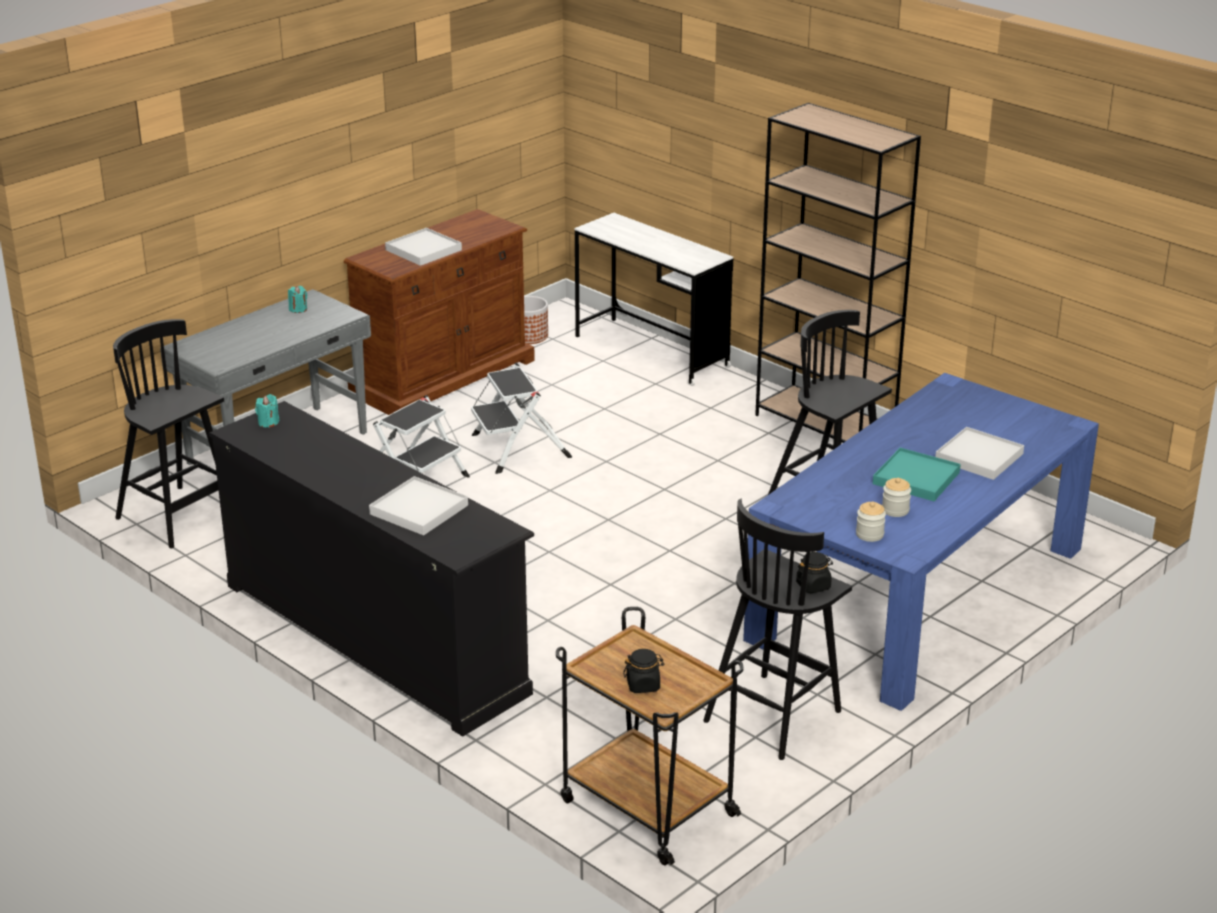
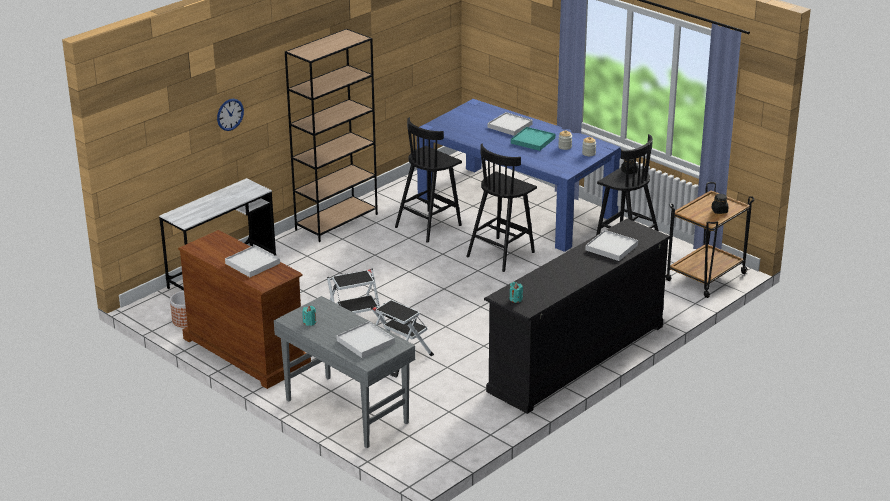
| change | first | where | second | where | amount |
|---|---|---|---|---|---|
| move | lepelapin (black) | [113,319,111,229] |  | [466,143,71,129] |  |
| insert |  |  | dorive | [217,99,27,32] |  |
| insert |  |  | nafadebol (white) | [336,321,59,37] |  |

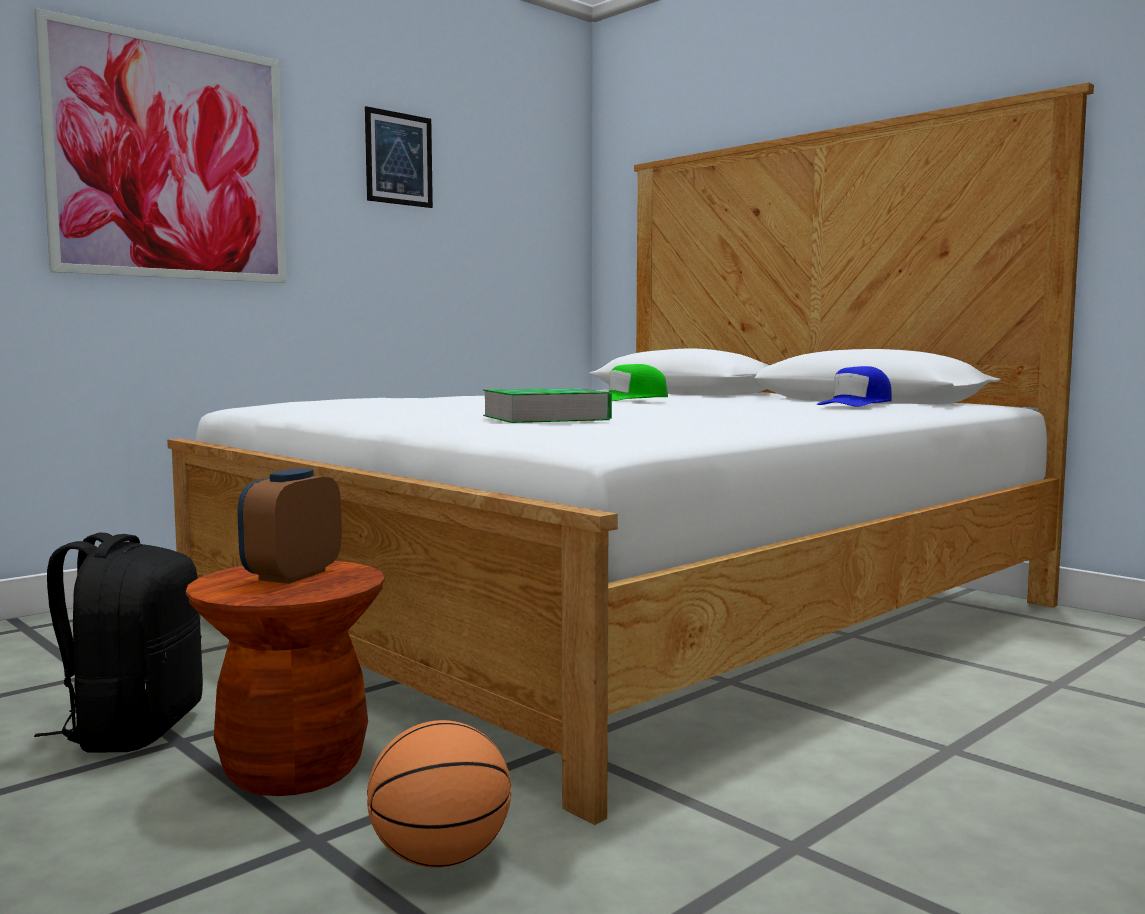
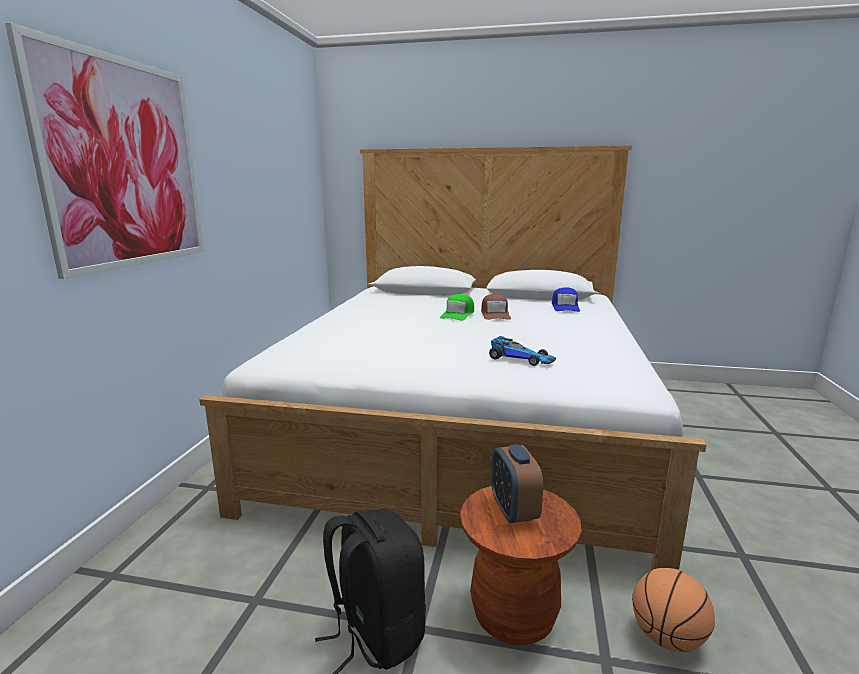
| change | first | where | second | where | amount |
|---|---|---|---|---|---|
| delete | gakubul | [365,106,68,102] |  |  |  |
| replace | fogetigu | [483,388,129,35] | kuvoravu | [489,336,67,30] |  |
| insert |  |  | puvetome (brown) | [481,294,30,26] |  |

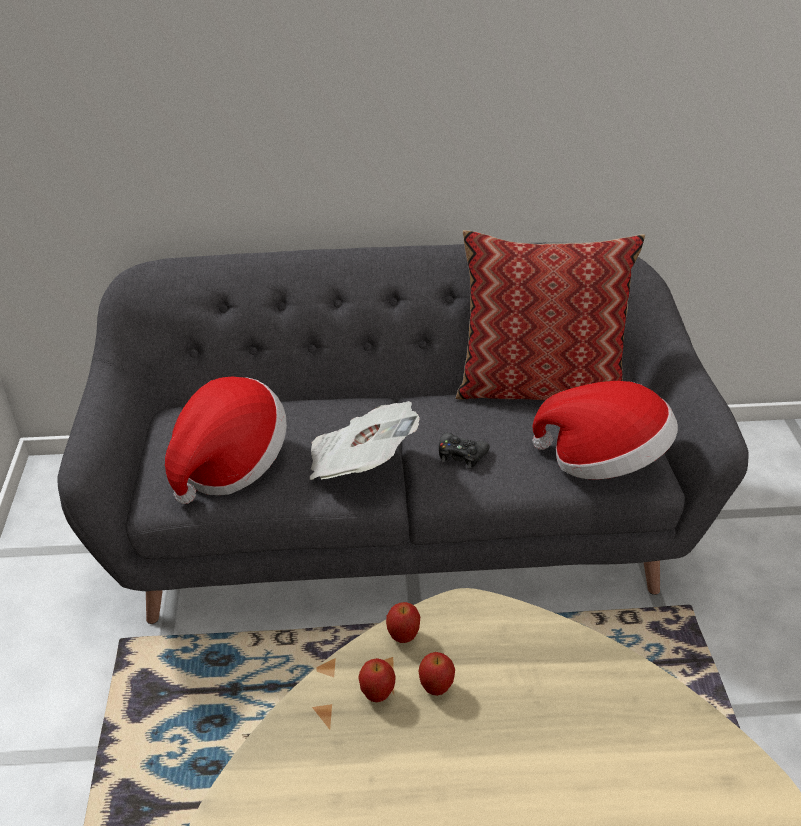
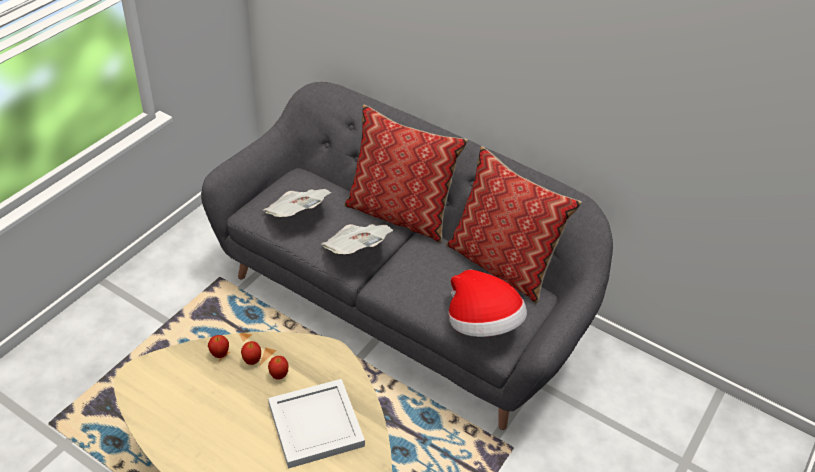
| change | first | where | second | where | amount |
|---|---|---|---|---|---|
| replace | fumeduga | [165,377,122,127] | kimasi | [263,189,68,28] |  |
| delete | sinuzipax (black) | [439,433,51,36] |  |  |  |
| move | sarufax | [386,602,34,41] |  | [208,335,21,23] |  |
| insert |  |  | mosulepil | [344,105,124,138] |  |
| insert |  |  | nafadebol (white) | [268,379,97,90] |  |

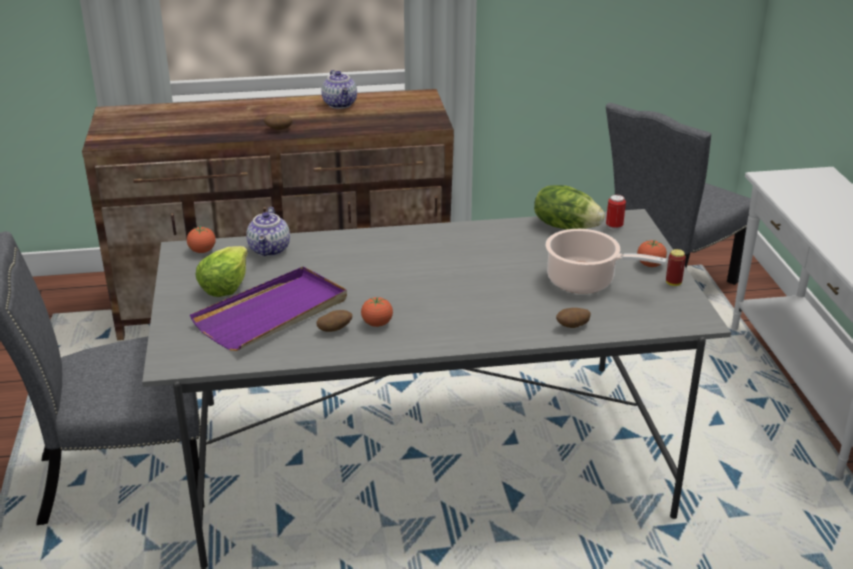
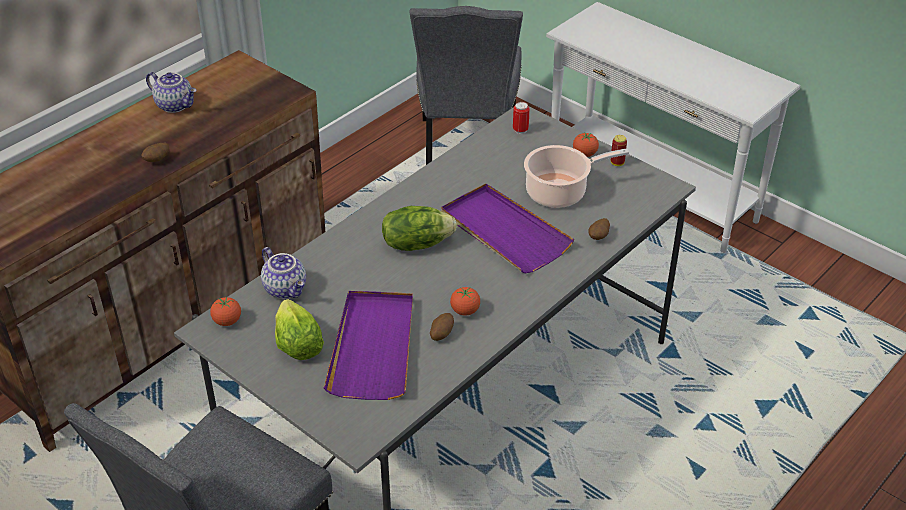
| change | first | where | second | where | amount |
|---|---|---|---|---|---|
| move | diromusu | [534,185,71,45] |  | [382,206,75,45] |  |
| insert |  |  | nafadebol (purple) | [441,183,133,90] |  |

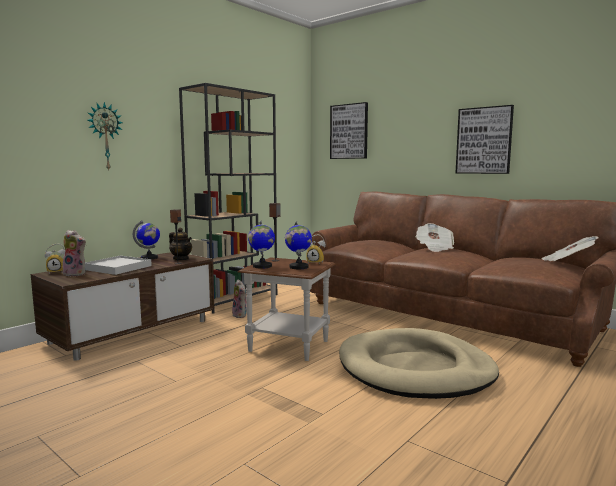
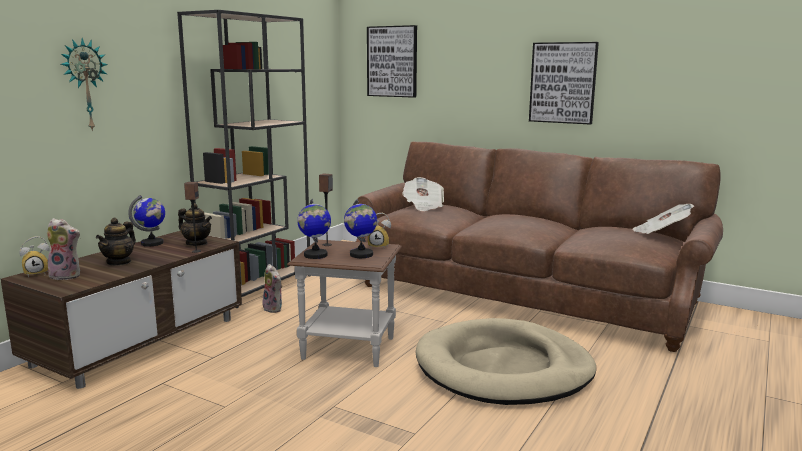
| change | first | where | second | where | amount |
|---|---|---|---|---|---|
| move | kimasi | [415,223,39,29] |  | [402,177,42,34] |  |
| replace | nafadebol (white) | [85,256,67,19] | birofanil | [96,217,40,49] |  |

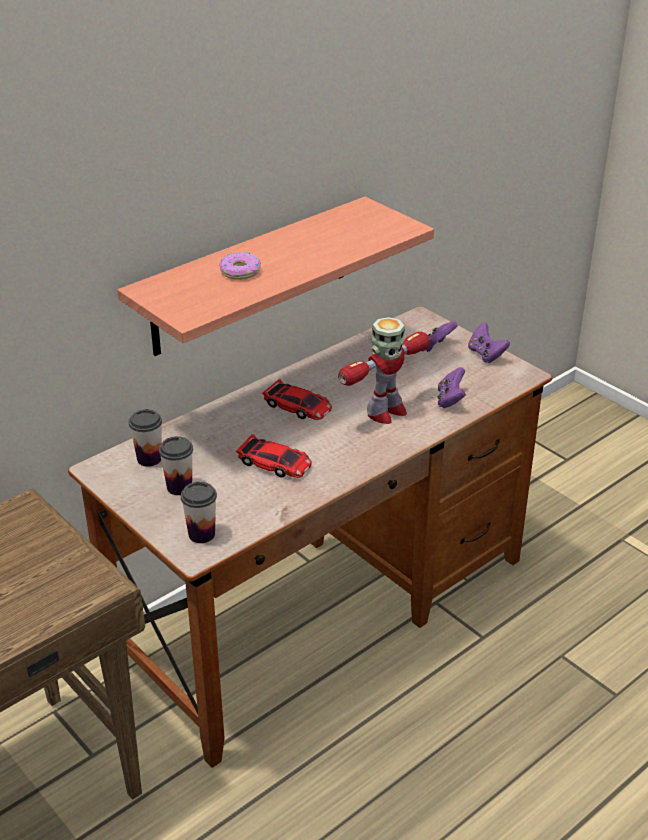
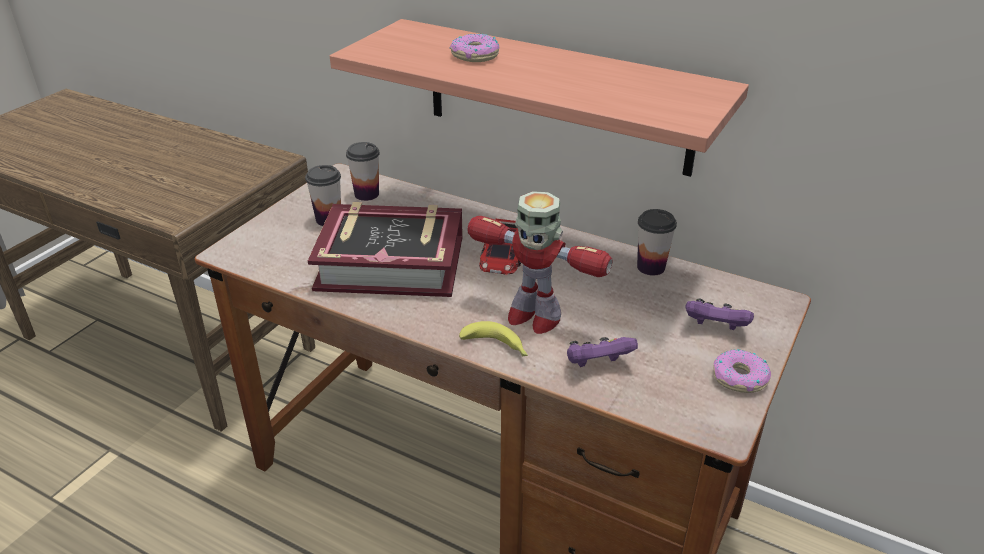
| change | first | where | second | where | amount |
|---|---|---|---|---|---|
| replace | sinuzipax (purple) | [468,322,42,41] | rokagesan | [713,349,58,44] |  |
| replace | kuvoravu | [236,434,76,44] | fogetigu | [308,202,155,95] |  |
| move | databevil | [181,482,36,61] |  | [637,209,40,67] |  |
| insert |  |  | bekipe | [459,321,69,36] |  |

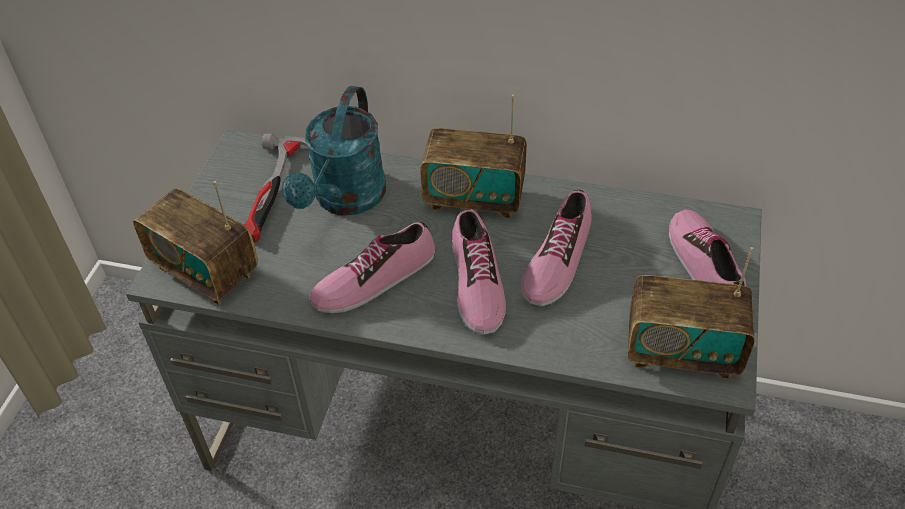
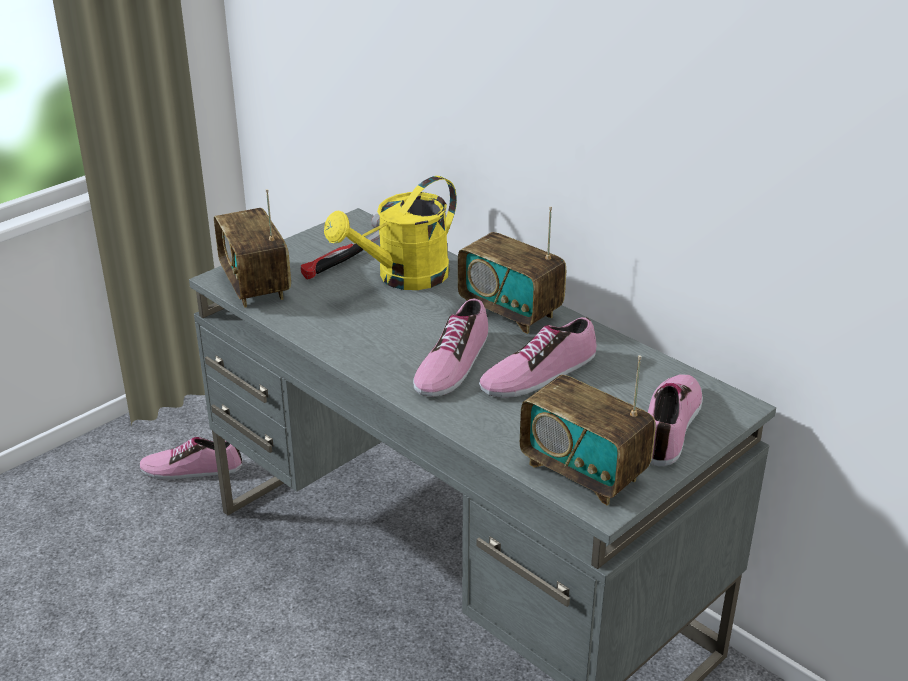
| change | first | where | second | where | amount |
|---|---|---|---|---|---|
| recolor | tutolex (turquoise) | [282,86,104,130] | tutolex (yellow) | [324,176,133,114] |  |
| move | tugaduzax | [310,222,125,92] |  | [140,437,102,42] |  |

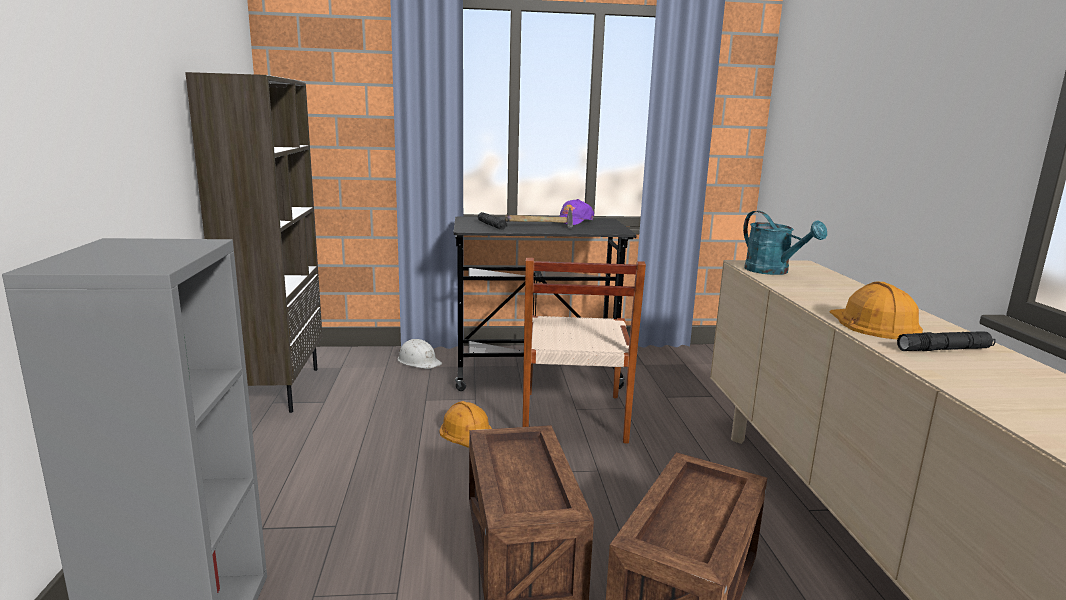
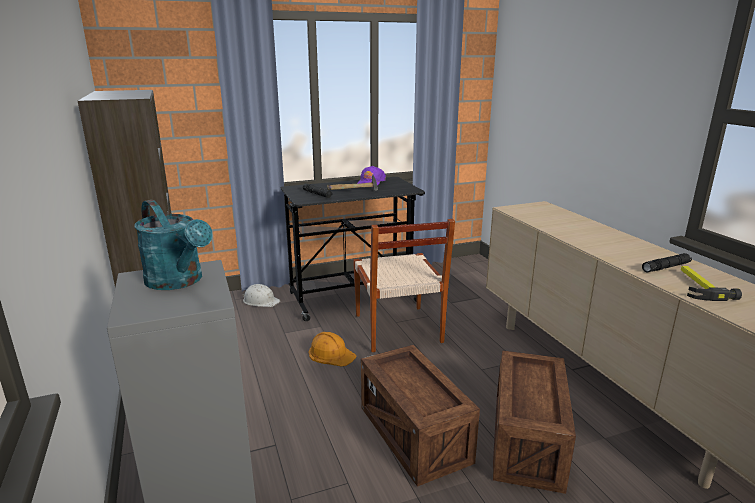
| change | first | where | second | where | amount |
|---|---|---|---|---|---|
| move | tutolex (turquoise) | [743,211,84,64] |  | [134,200,79,90] |  |
| delete | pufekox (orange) | [830,282,93,57] |  |  |  |
| insert |  |  | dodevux | [681,266,61,35] |  |

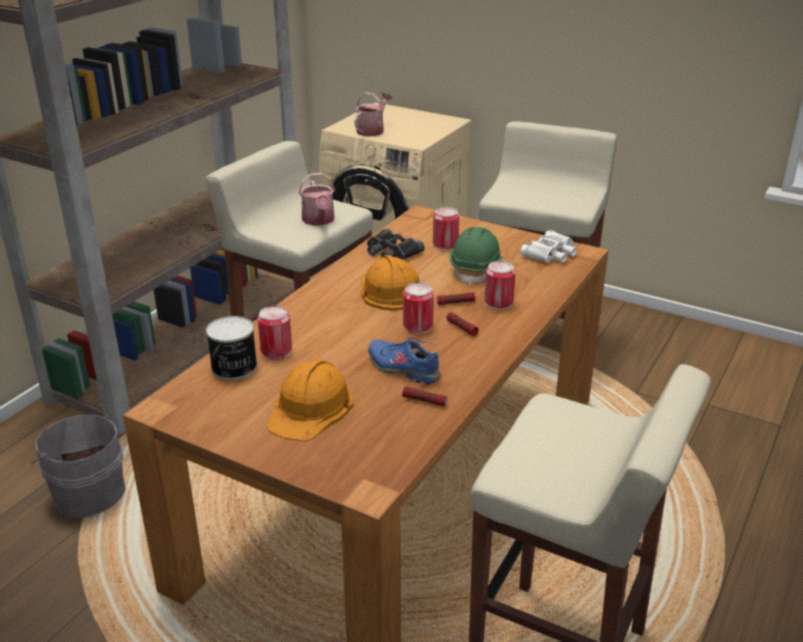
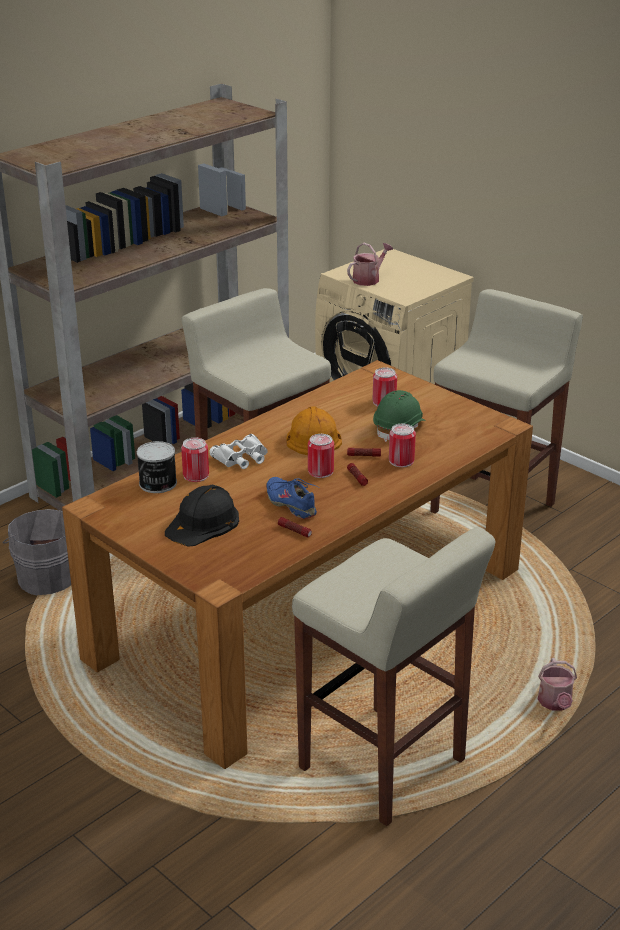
| change | first | where | second | where | amount |
|---|---|---|---|---|---|
| move | tutolex | [298,173,37,53] |  | [538,658,39,52] |  |
| delete | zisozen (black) | [367,228,58,32] |  |  |  |
| move | zisozen (white) | [520,229,57,34] |  | [209,434,59,35] |  |
| recolor | pufekox (orange) | [267,359,86,83] | pufekox (black) | [165,485,74,62] |  |

